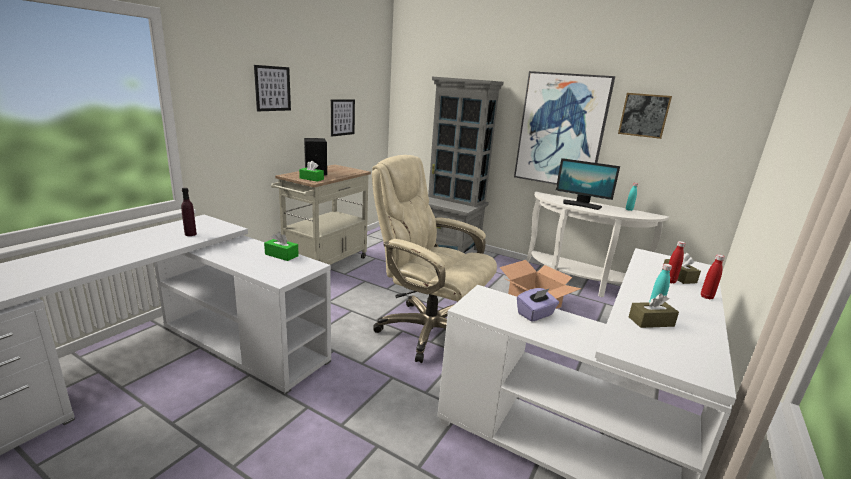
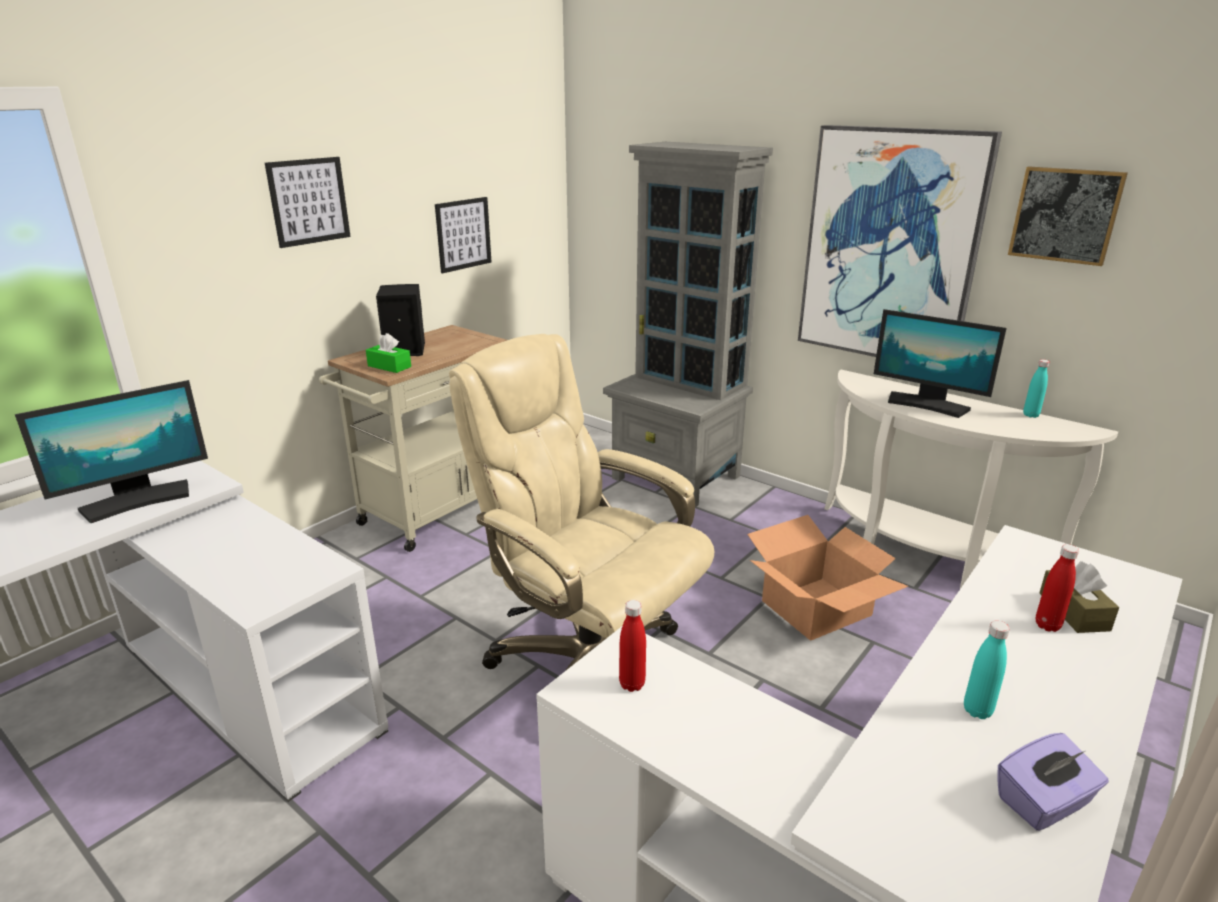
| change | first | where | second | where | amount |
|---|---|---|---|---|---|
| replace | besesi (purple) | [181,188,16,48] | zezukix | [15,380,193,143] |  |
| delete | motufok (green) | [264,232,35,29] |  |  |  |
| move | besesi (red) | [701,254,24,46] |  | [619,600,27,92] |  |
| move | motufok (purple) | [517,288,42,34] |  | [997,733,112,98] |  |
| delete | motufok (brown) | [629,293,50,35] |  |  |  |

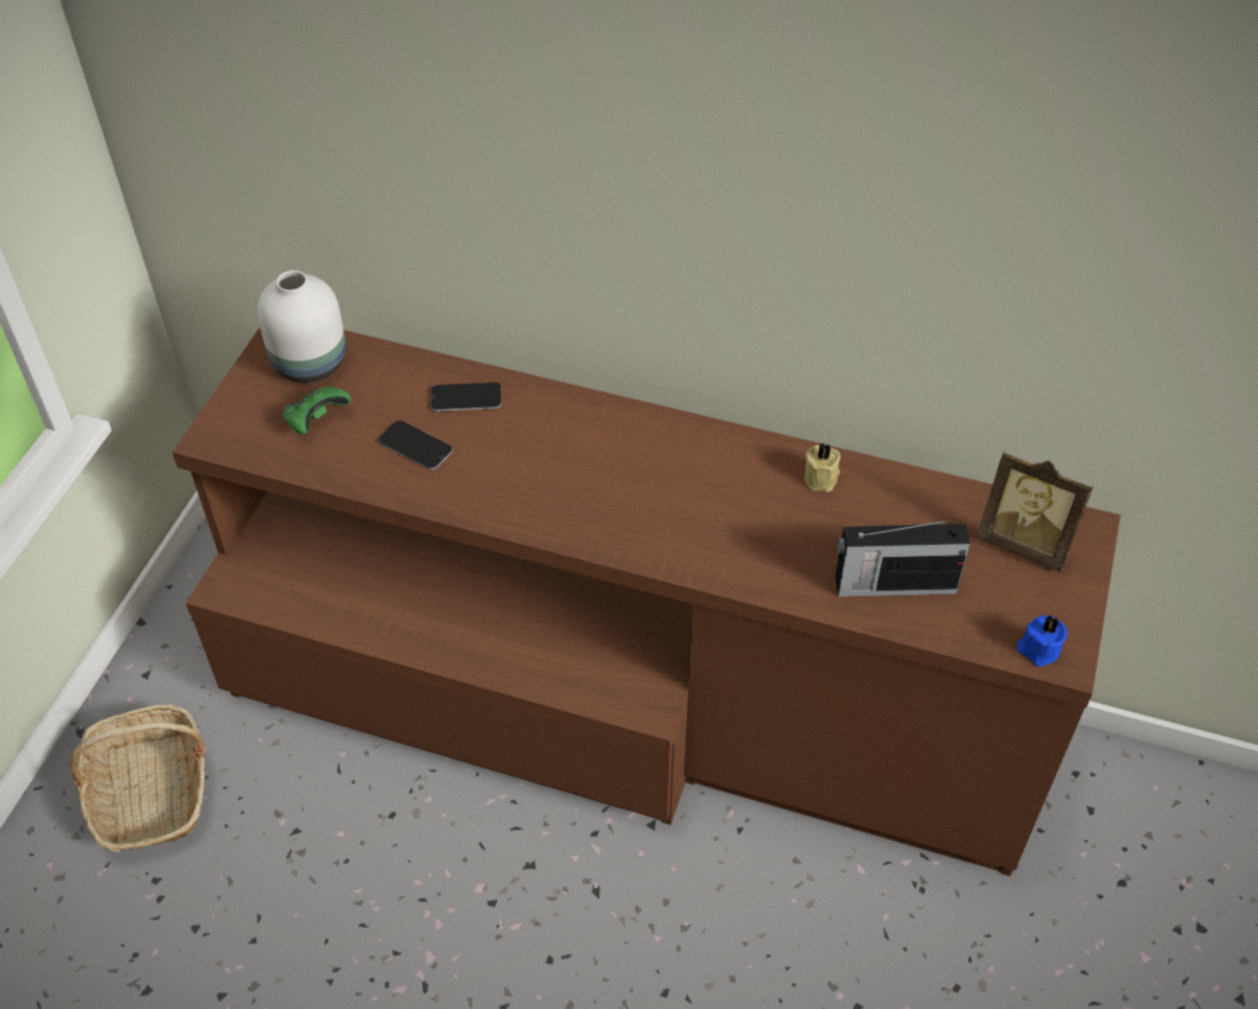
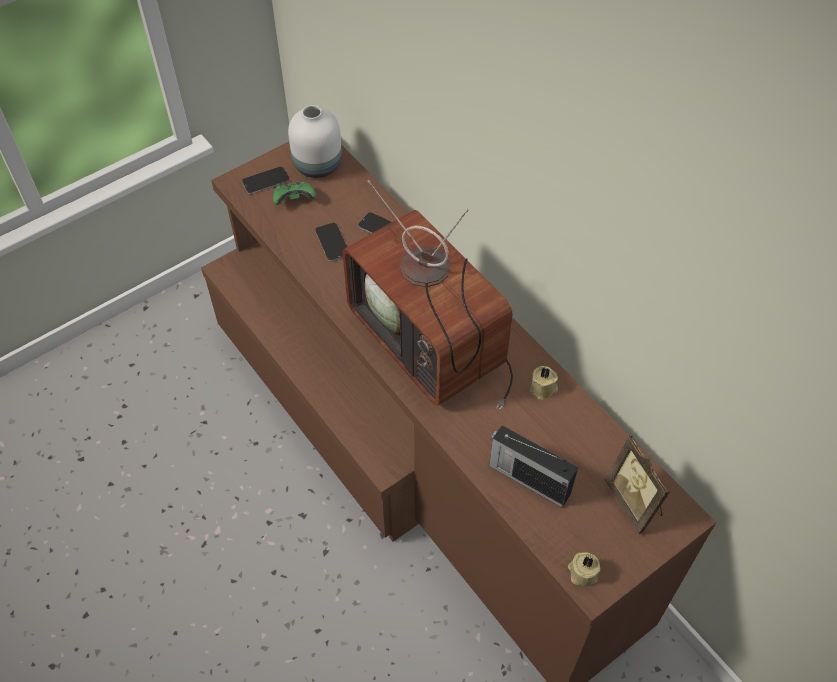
| change | first | where | second | where | amount |
|---|---|---|---|---|---|
| recolor | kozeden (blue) | [1017,615,50,51] | kozeden (beige) | [568,552,32,34] |  |
| delete | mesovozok | [70,704,136,148] |  |  |  |
| insert |  |  | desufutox | [242,167,47,27] |  |
| insert |  |  | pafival | [342,180,171,230] |  |

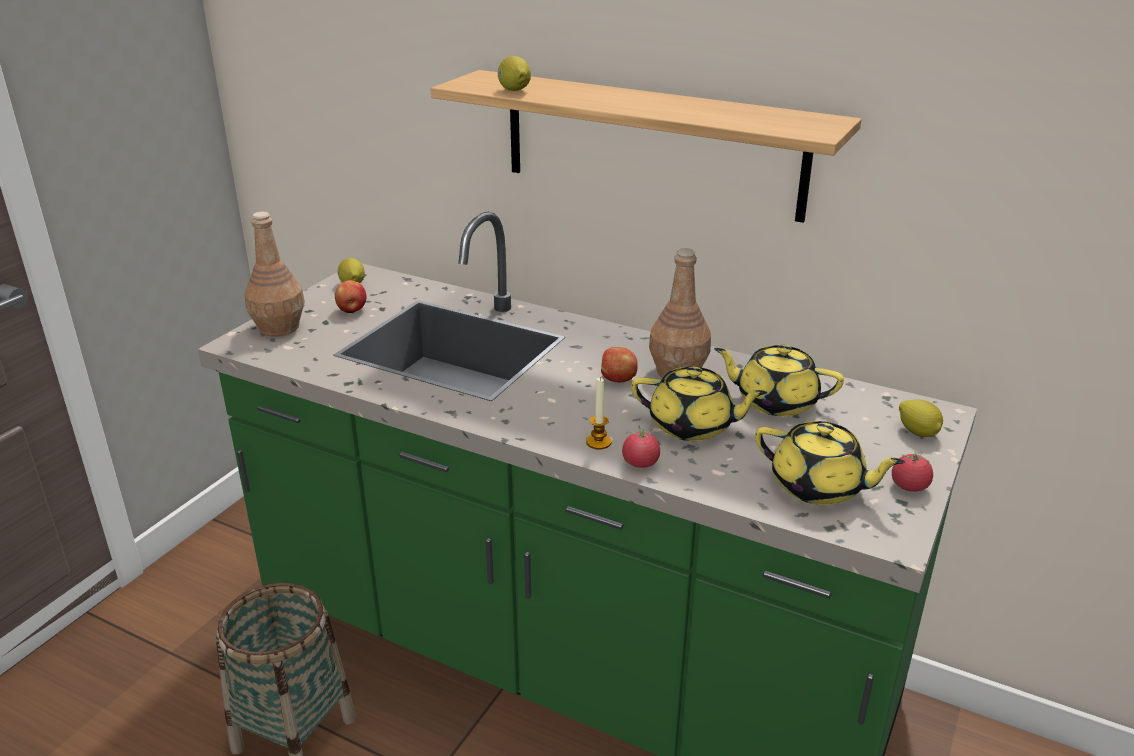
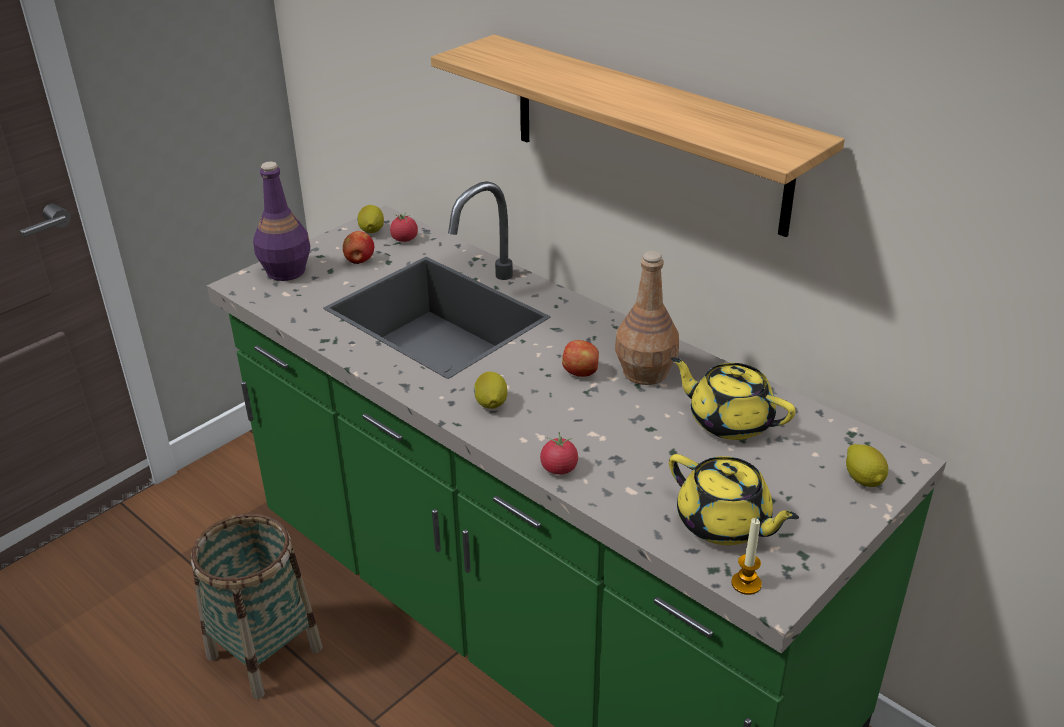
| change | first | where | second | where | amount |
|---|---|---|---|---|---|
| move | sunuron | [498,56,33,35] |  | [474,372,33,37] |  |
| recolor | besesi (brown) | [244,212,61,125] | besesi (purple) | [253,162,57,119] |  |
| delete | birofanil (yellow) | [631,367,136,74] |  |  |  |
| move | kozeden | [586,378,26,71] |  | [731,518,31,77] |  |
| move | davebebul | [892,449,41,43] |  | [390,213,28,29] |  |

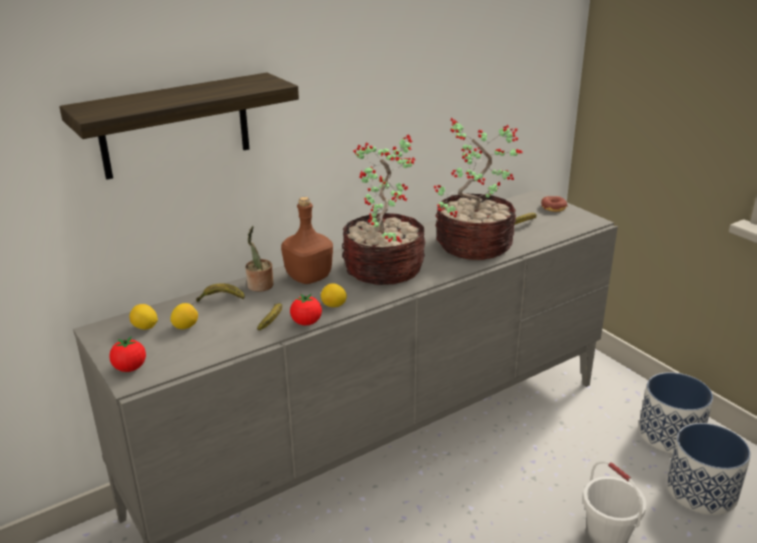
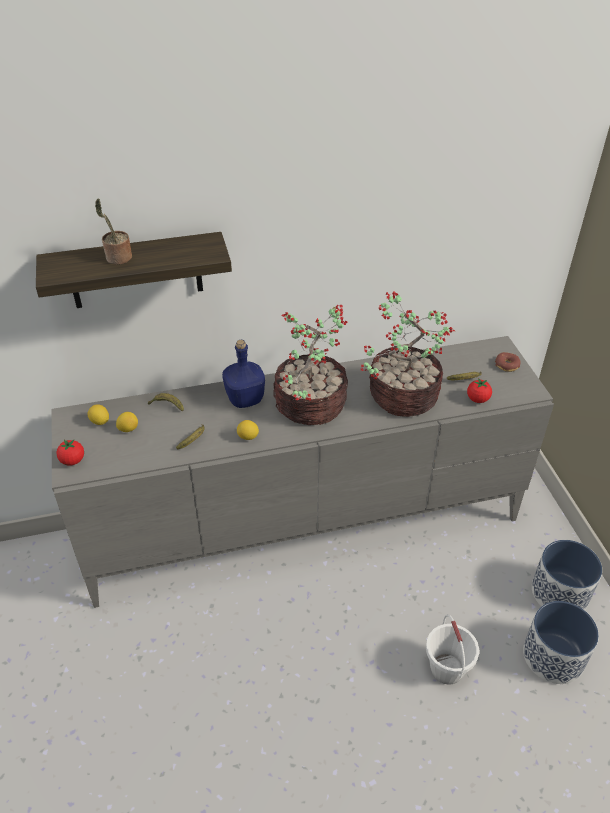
| change | first | where | second | where | amount |
|---|---|---|---|---|---|
| recolor | besesi (brown) | [281,197,52,87] | besesi (blue) | [222,340,43,68] |  |
| move | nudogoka | [245,226,29,66] |  | [95,198,37,66] |  |
| move | davebebul | [290,294,32,32] |  | [467,378,25,25] |  |

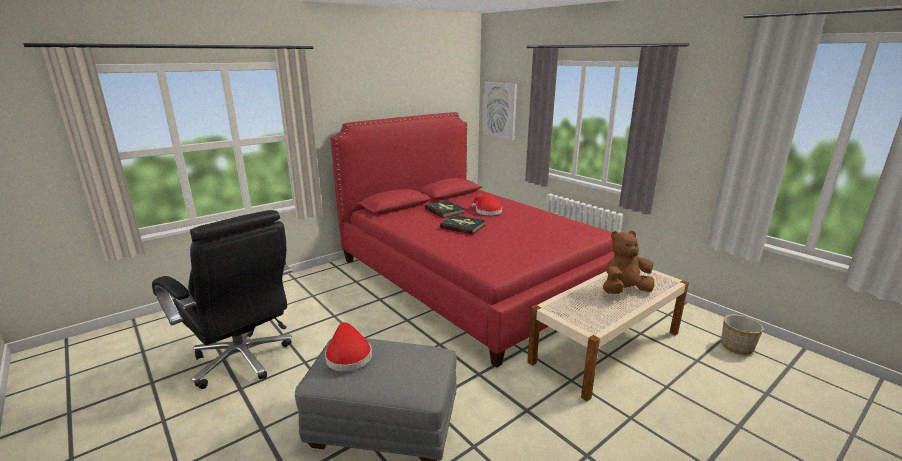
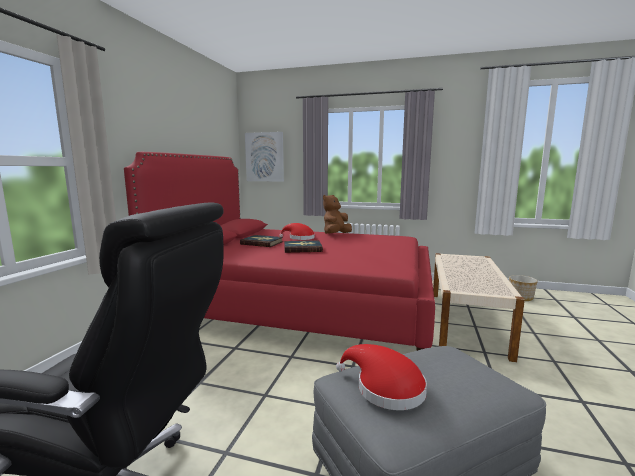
| change | first | where | second | where | amount |
|---|---|---|---|---|---|
| move | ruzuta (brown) | [603,231,51,63] |  | [323,195,29,39] |  |

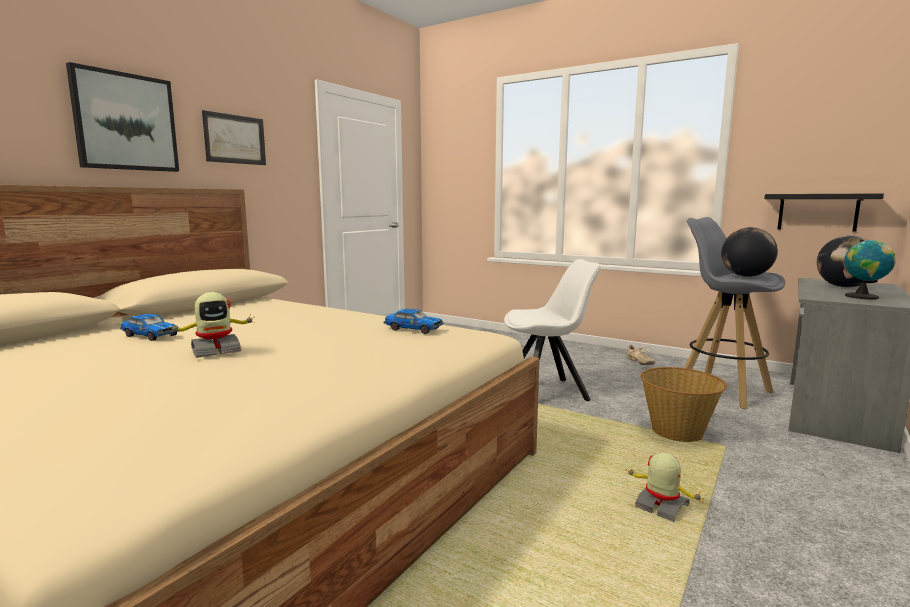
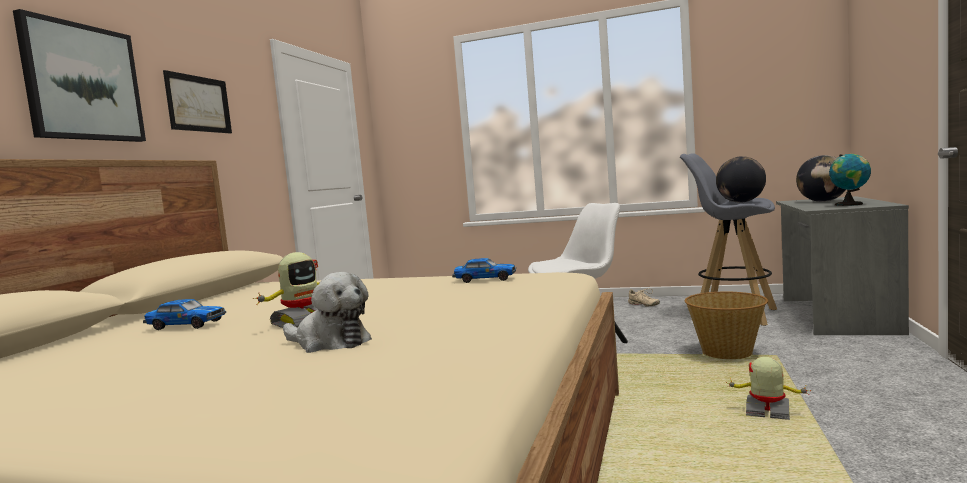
| change | first | where | second | where | amount |
|---|---|---|---|---|---|
| delete | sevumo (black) | [764,193,120,38] |  |  |  |
| insert |  |  | ruzuta | [283,272,89,81] |  |

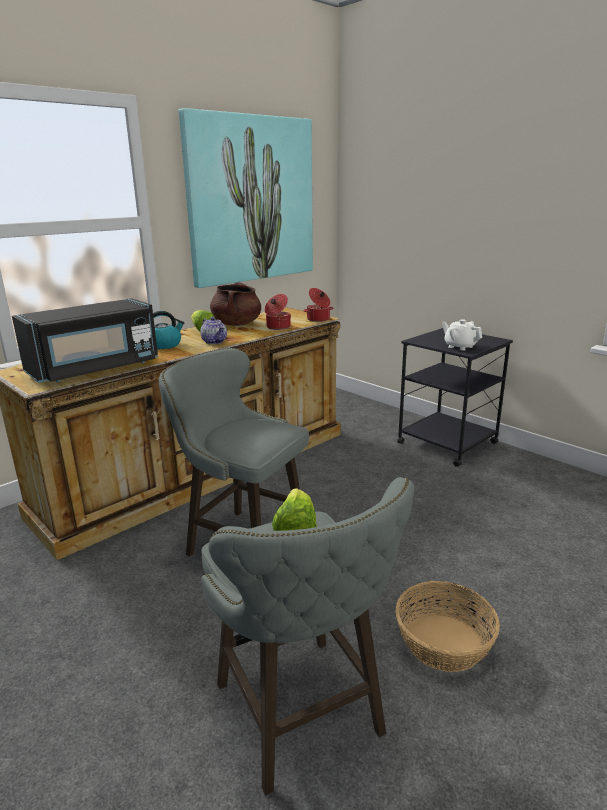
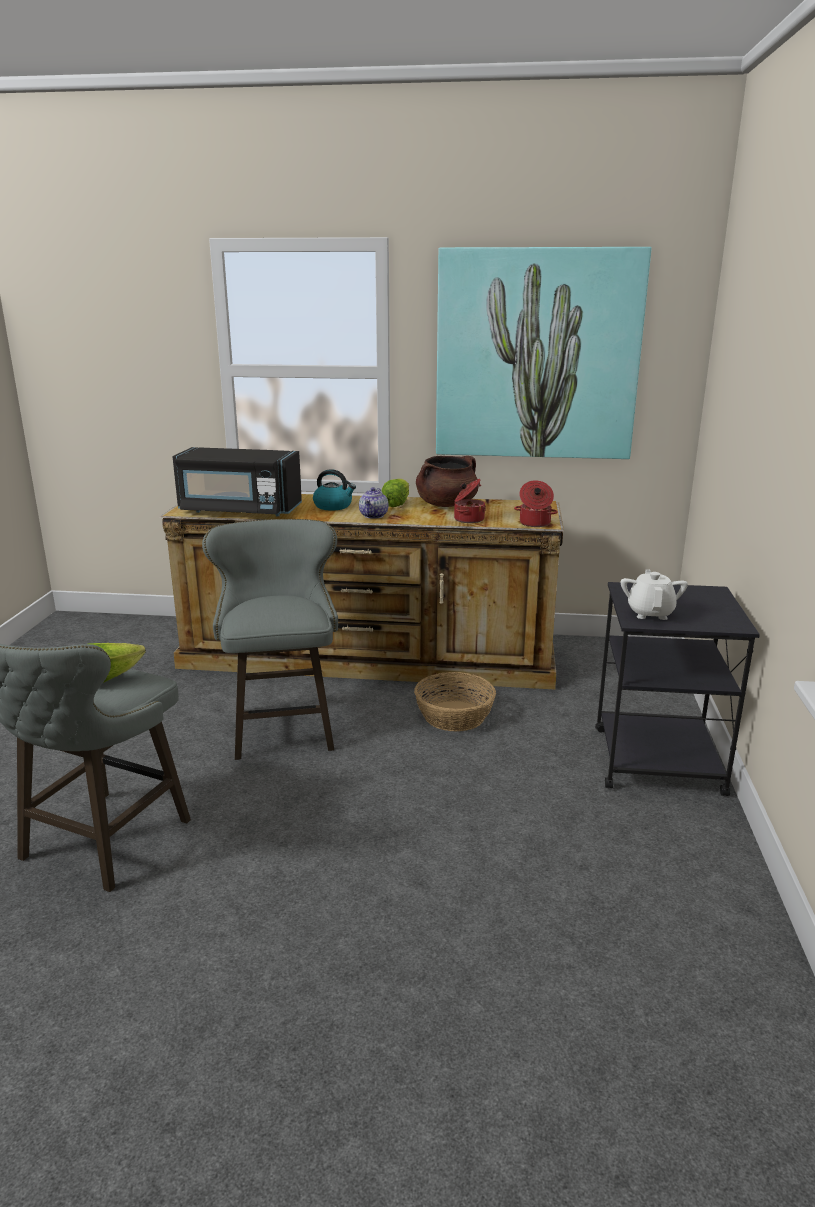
| change | first | where | second | where | amount |
|---|---|---|---|---|---|
| move | mesovozok | [396,581,104,91] |  | [414,672,82,60] |  |

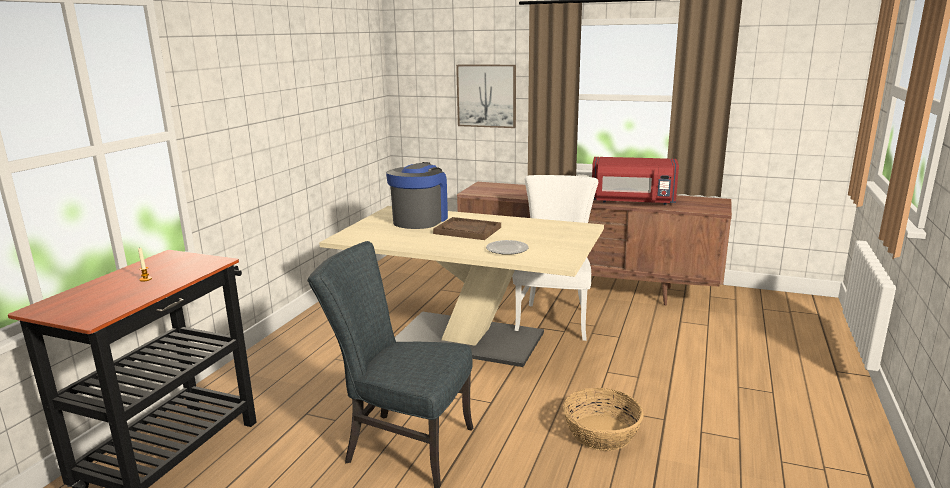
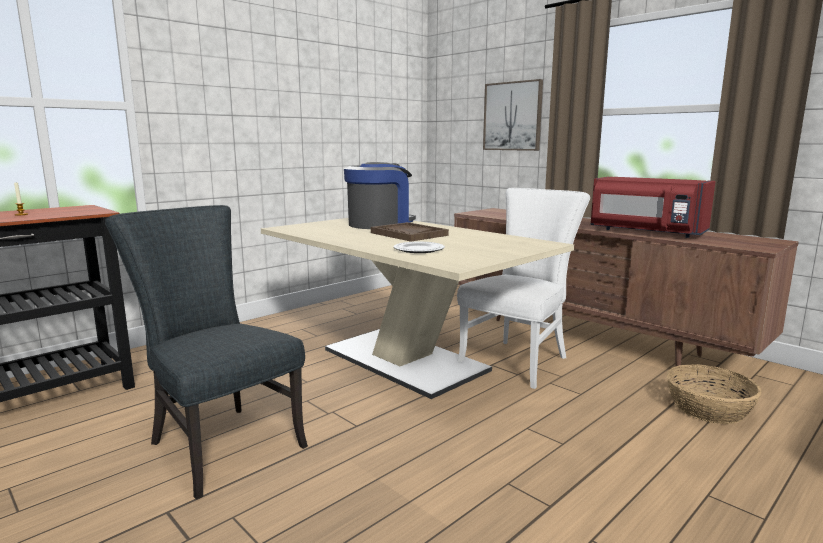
| change | first | where | second | where | amount |
|---|---|---|---|---|---|
| move | mesovozok | [563,388,81,63] |  | [667,364,94,60] |  |

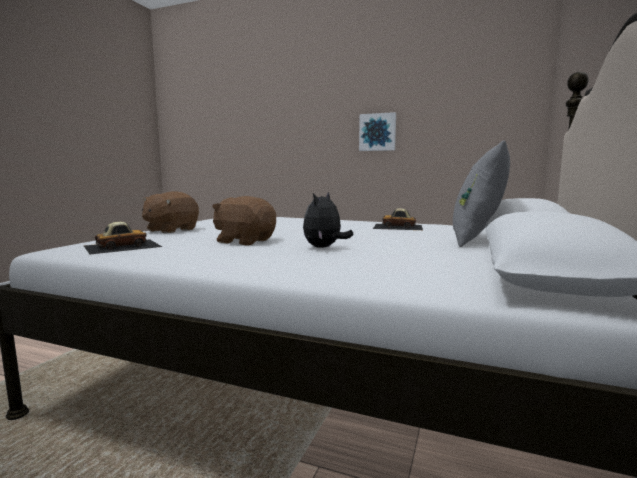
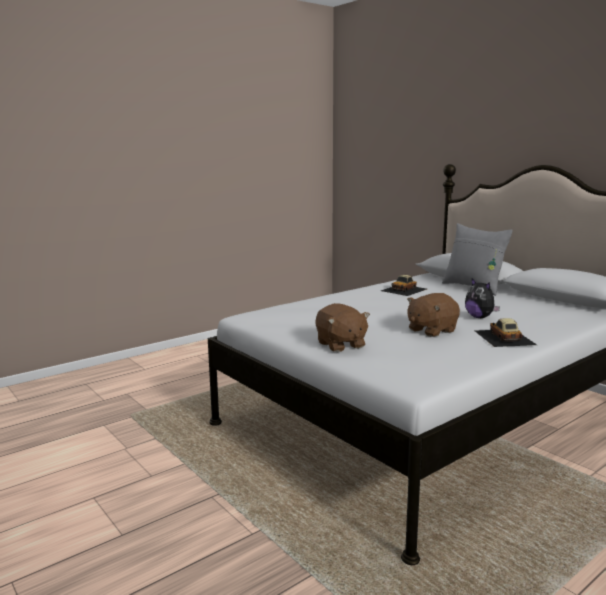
| change | first | where | second | where | amount |
|---|---|---|---|---|---|
| delete | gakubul | [359,112,37,39] |  |  |  |
| move | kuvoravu | [84,222,78,33] |  | [475,318,62,29] |  |

